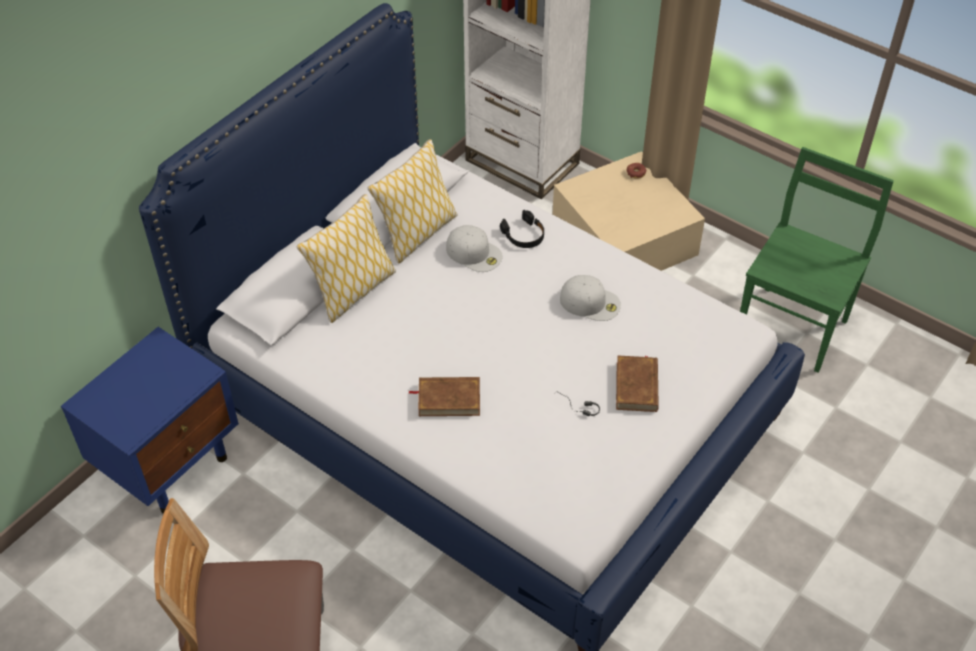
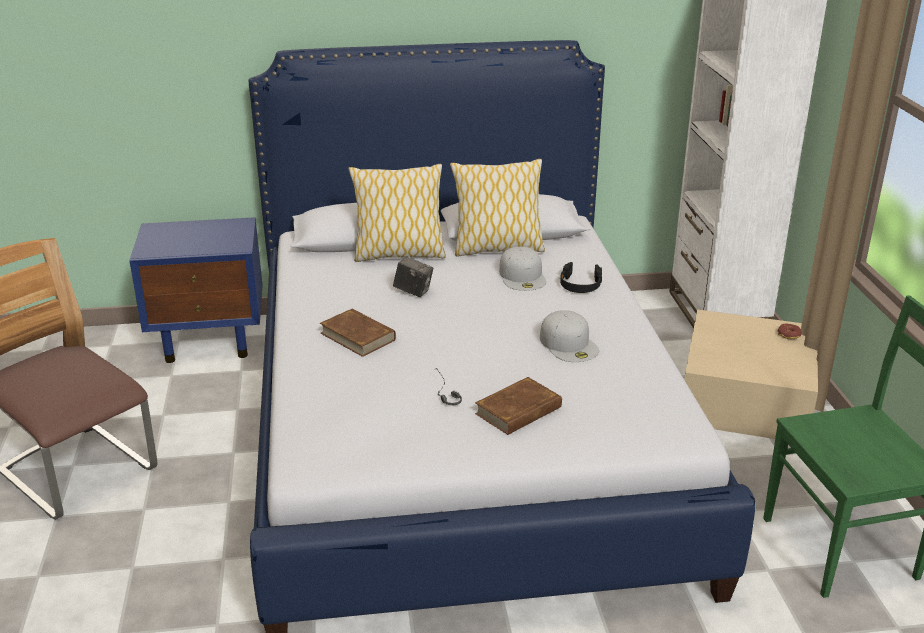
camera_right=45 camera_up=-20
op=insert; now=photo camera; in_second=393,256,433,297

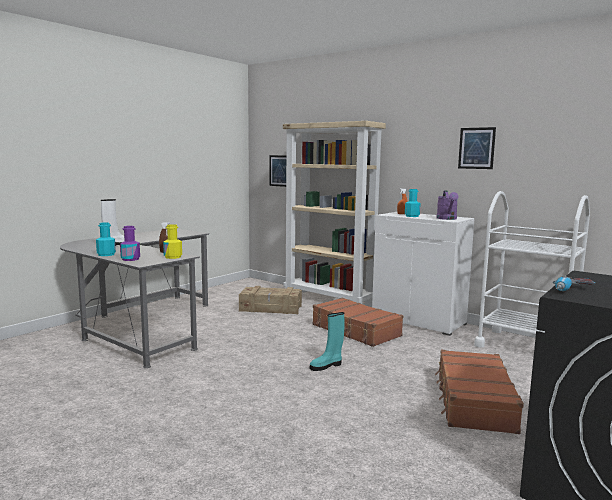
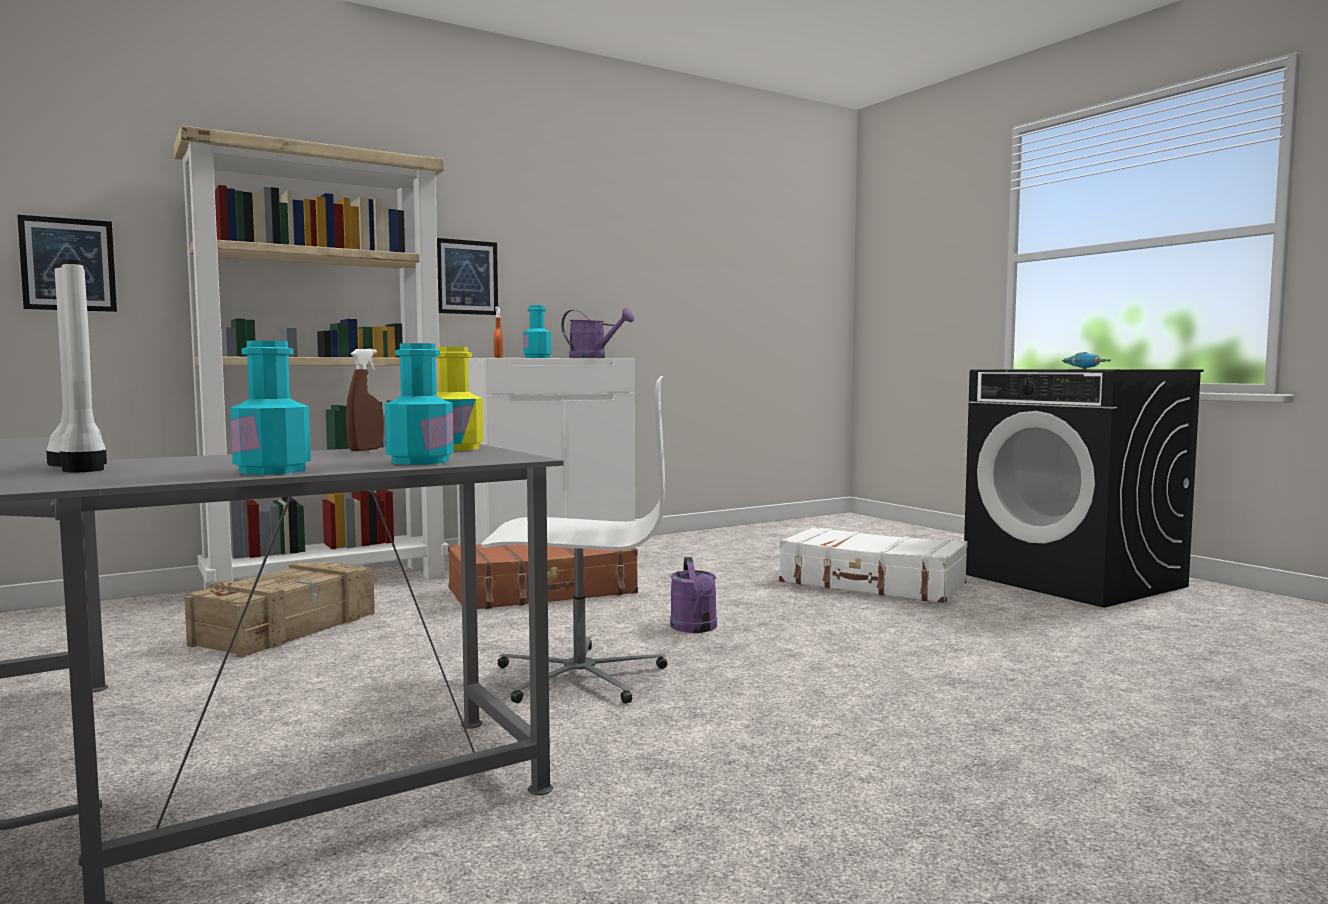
camera_right=-70 camera_up=-5
op=recolor; was=bottle/purple; now=bottle/turquoise; in_first=120,226,140,261; in_second=385,343,454,465
op=replace; was=boot/turquoise; now=watering can/purple; in_first=310,312,344,371; in_second=670,557,717,633
op=recolor; was=suitcase/brown; now=suitcase/white; in_first=435,350,524,434; in_second=779,527,967,603
op=move; was=picture; in_first=458,127,496,169; in_second=437,238,498,315
op=delete; was=cart/white; in_first=474,191,590,348
op=insert; now=office chair/white; in_second=481,376,667,704

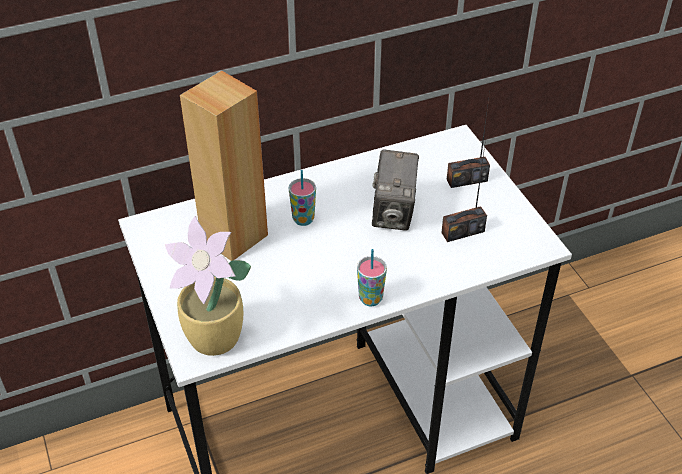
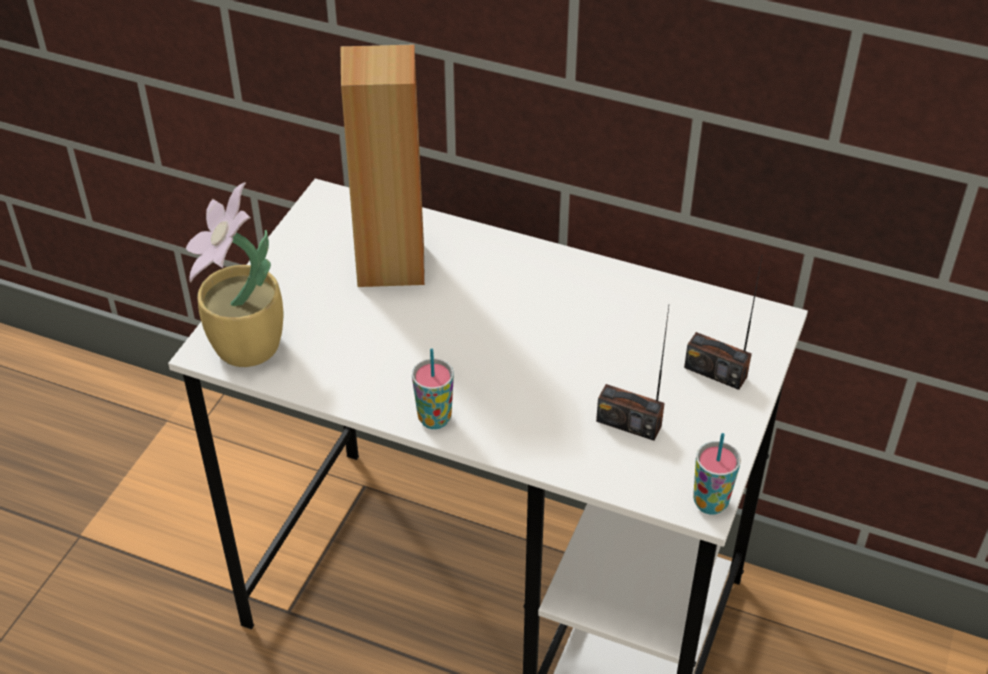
camera_right=45 camera_up=0
op=move; was=cup; in_first=289,170,316,226; in_second=693,433,741,515
op=delete; was=photo camera; in_first=372,150,419,230

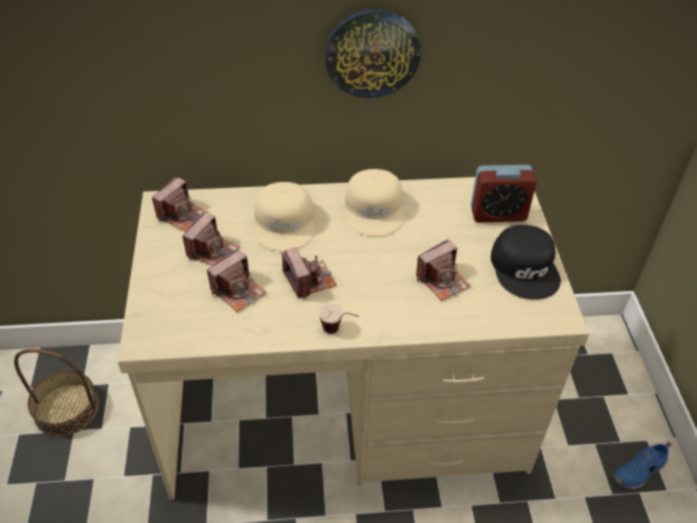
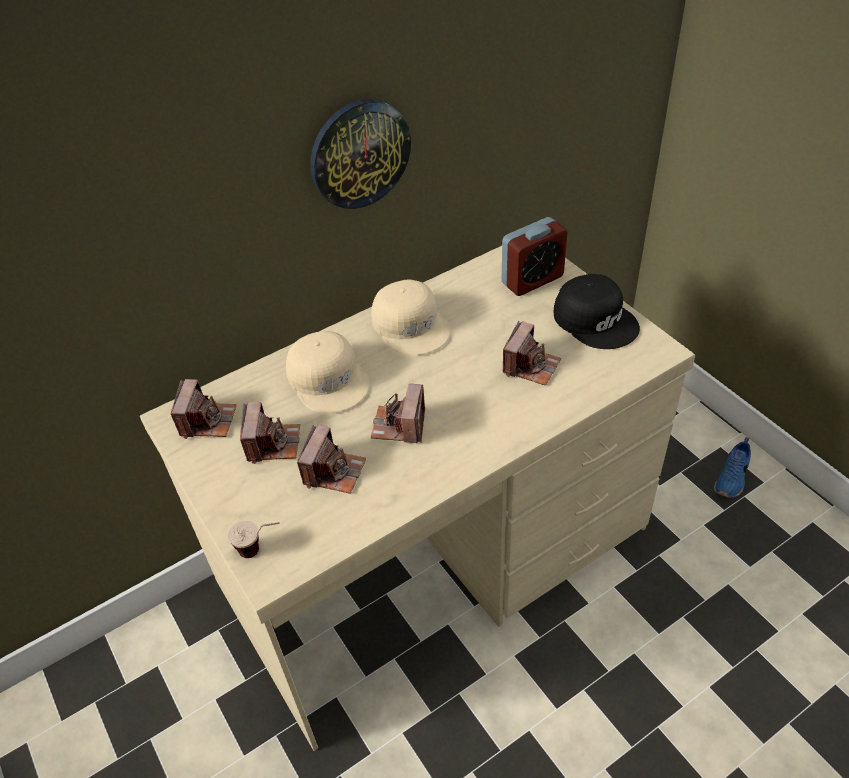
camera_right=-25 camera_up=0
op=delete; was=basket; in_first=14,349,99,437
op=rotate; was=photo camera; in_first=282,247,336,299; in_second=371,384,425,443; clockwise=-120
op=move; was=cup; in_first=319,304,359,334; in_second=228,521,280,558

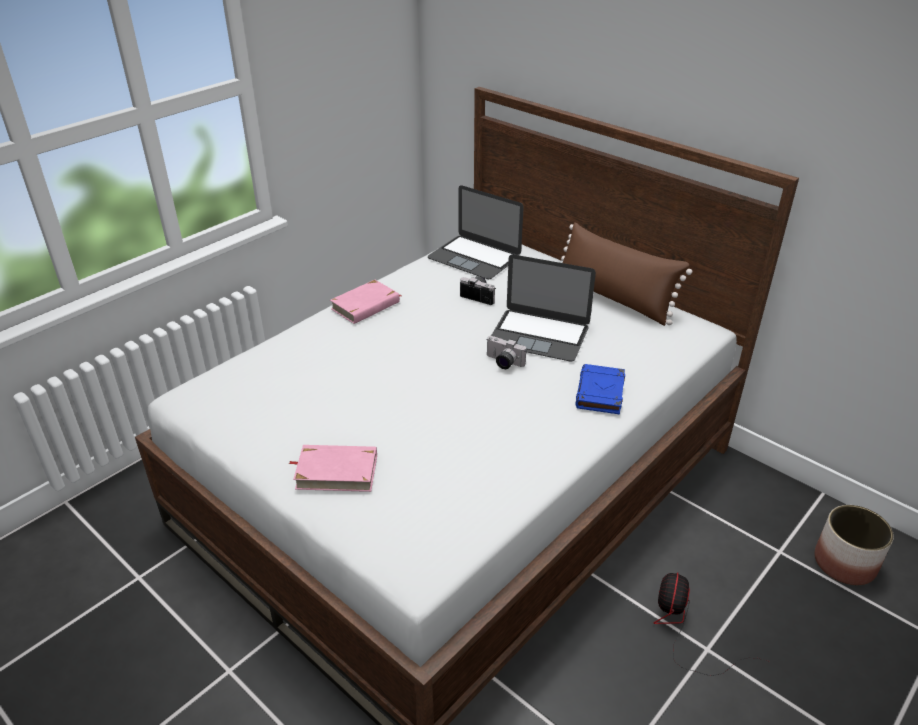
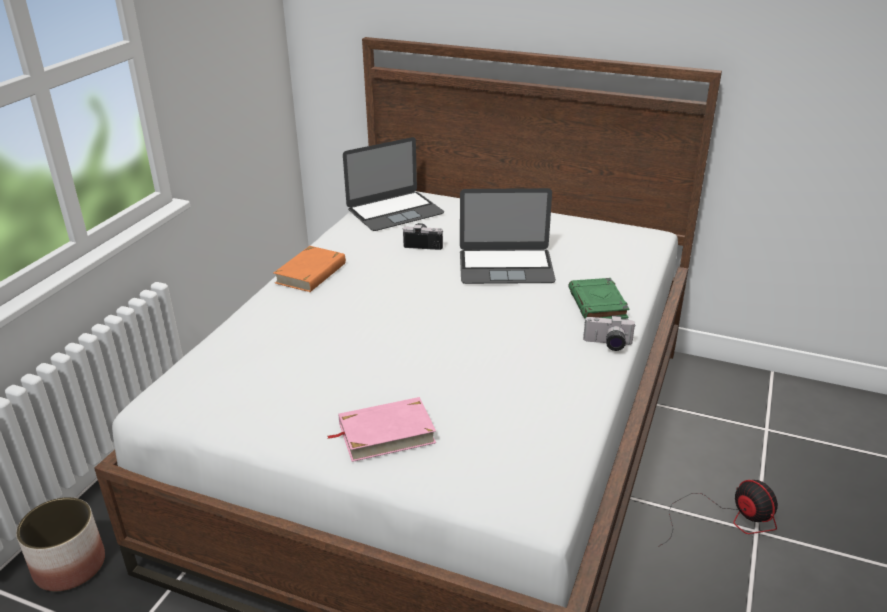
camera_right=-20 camera_up=-5
op=recolor; was=book/pink; now=book/orange; in_first=330,280,401,324; in_second=274,246,346,292
op=rotate; was=laptop; in_first=428,185,524,279; in_second=343,137,444,231; clockwise=-45
op=move; was=photo camera; in_first=487,336,526,369; in_second=583,315,635,351
op=delete; was=pillow/brown; in_first=561,222,692,326
op=recolor; was=book/blue; now=book/green; in_first=575,364,625,415; in_second=568,278,629,319
op=rotate; was=fan; in_first=653,572,767,676; in_second=658,480,778,547; clockwise=150
op=move; was=planter; in_first=814,505,894,585; in_second=16,497,105,591

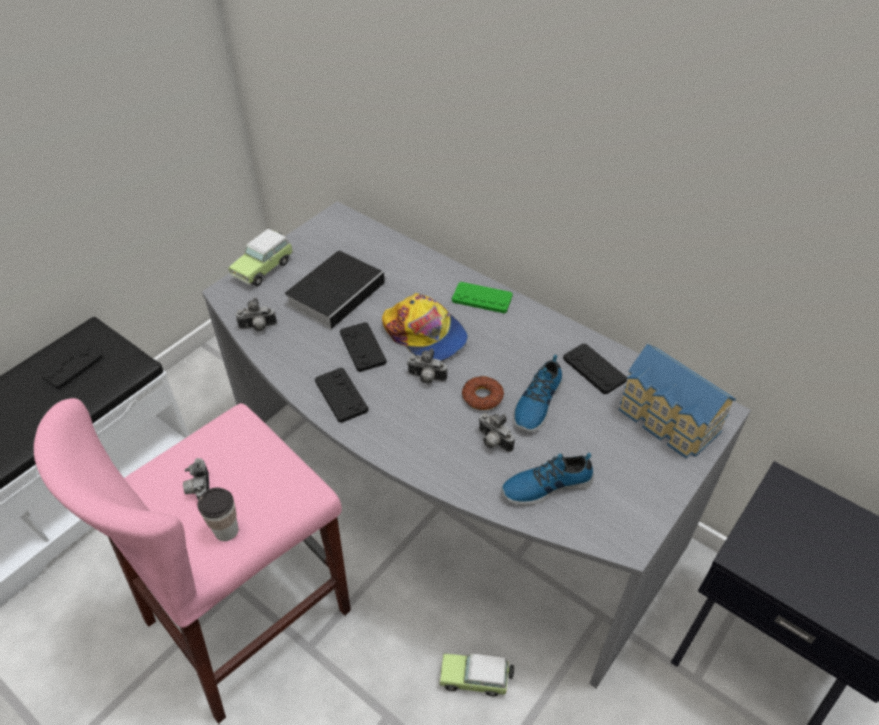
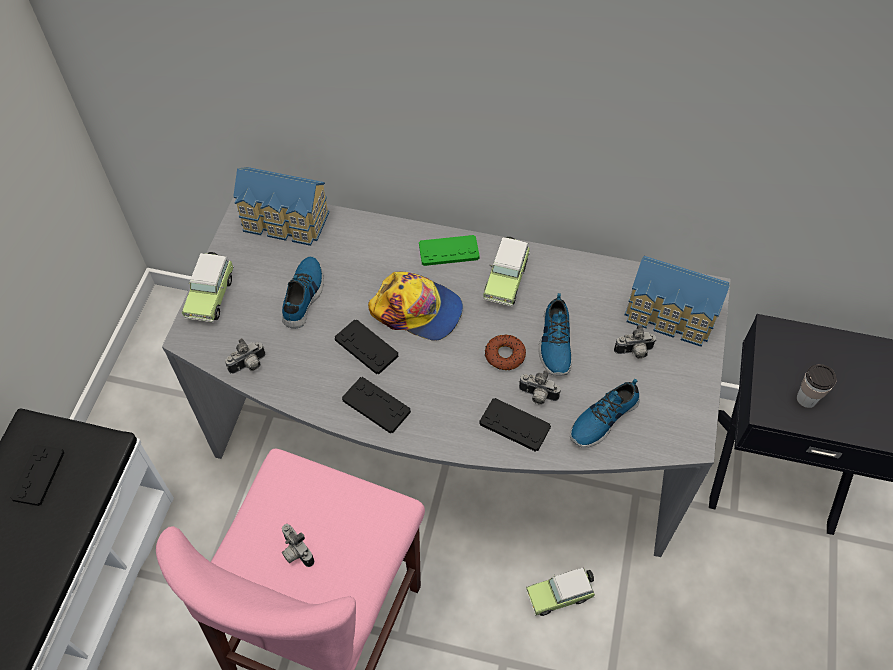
camera_right=-25 camera_up=10
op=move; was=cup; in_first=197,488,239,541; in_second=797,364,837,408
op=replace; was=book; now=shoe; in_first=285,251,391,329; in_second=282,256,324,329
op=move; was=photo camera; in_first=407,348,447,384; in_second=614,325,657,359
op=move; was=game controller/black; in_first=563,343,627,395; in_second=479,398,551,452
op=insert; now=toy house; in_second=233,167,329,246
op=insert; now=toy car; in_second=483,237,530,306

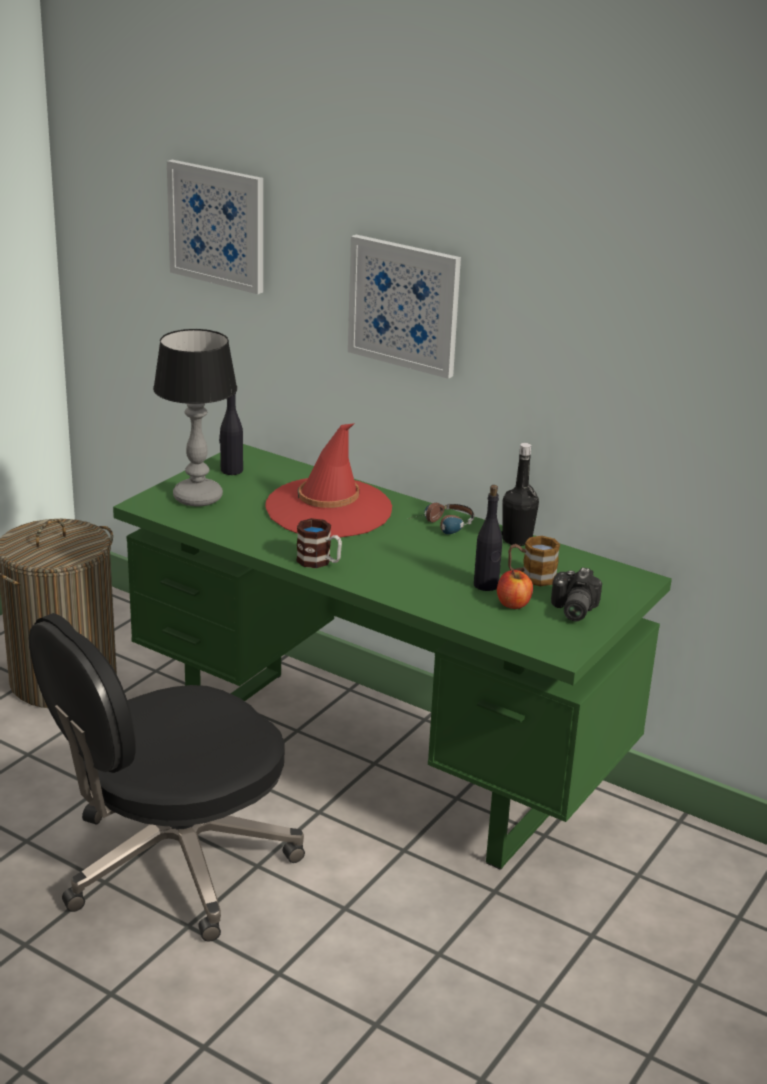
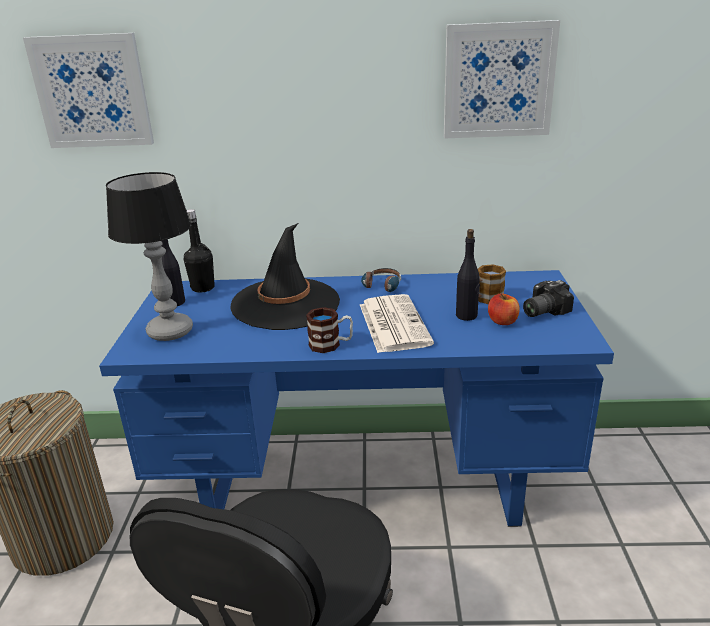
camera_right=-30 camera_up=0
op=recolor; was=desk/green; now=desk/blue; in_first=113,444,672,870; in_second=99,270,614,527
op=recolor; was=hat/red; now=hat/black; in_first=265,423,392,537; in_second=230,223,340,330
op=move; was=picture; in_first=348,235,461,379; in_second=444,20,560,138
op=move; was=bottle/black; in_first=502,443,539,546; in_second=184,209,215,293
op=rotate; was=photo camera; in_first=551,567,602,622; in_second=523,280,574,317; clockwise=75
op=insert; now=newspaper; in_second=360,294,434,353

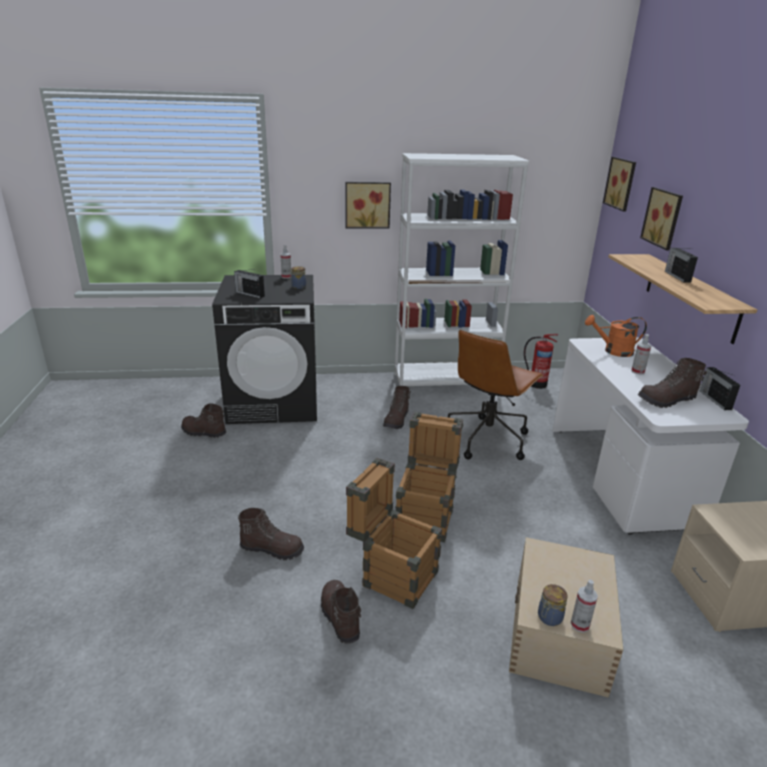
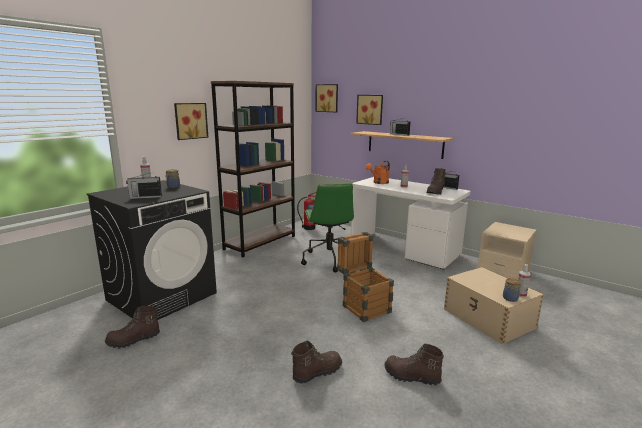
camera_right=-45 camera_up=-10
op=delete; was=crate; in_first=346,458,442,609
op=delete; was=boot/brown; in_first=383,386,411,429
op=recolor; was=bookcase/white; now=bookcase/brown; in_first=394,153,529,386; in_second=211,81,295,257
op=recolor; was=office chair/brown; now=office chair/green; in_first=448,330,544,460; in_second=301,183,354,273

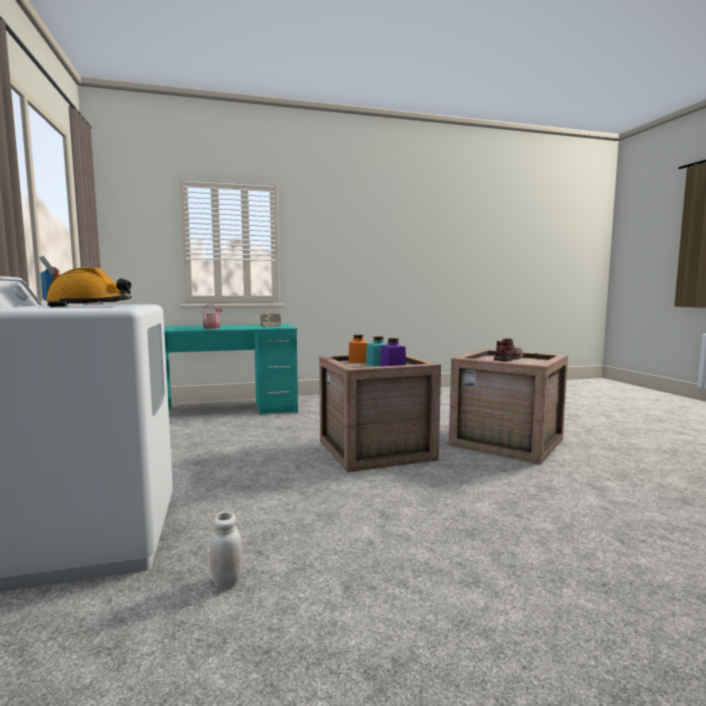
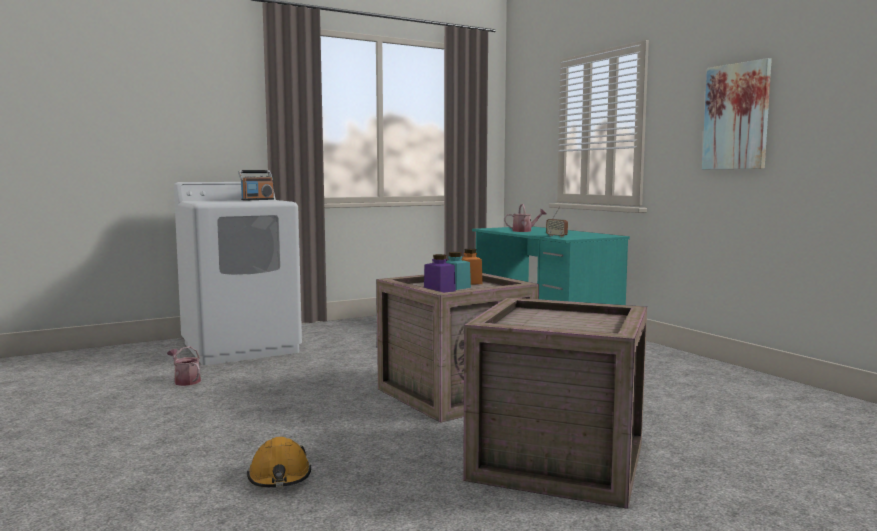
camera_right=75 camera_up=0
op=move; was=hard hat/orange; in_first=46,267,131,307; in_second=247,437,311,487
op=replace; was=jar/white; now=watering can; in_first=210,511,243,589; in_second=167,346,201,386
op=delete; was=boot/brown; in_first=494,338,523,362
op=insert; now=picture; in_second=702,58,772,169

